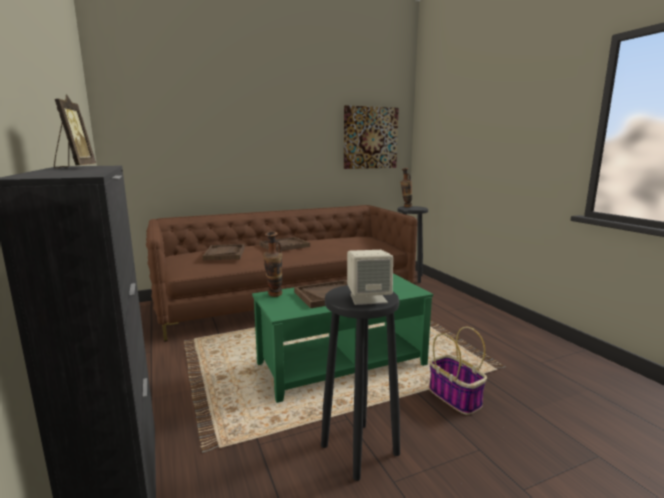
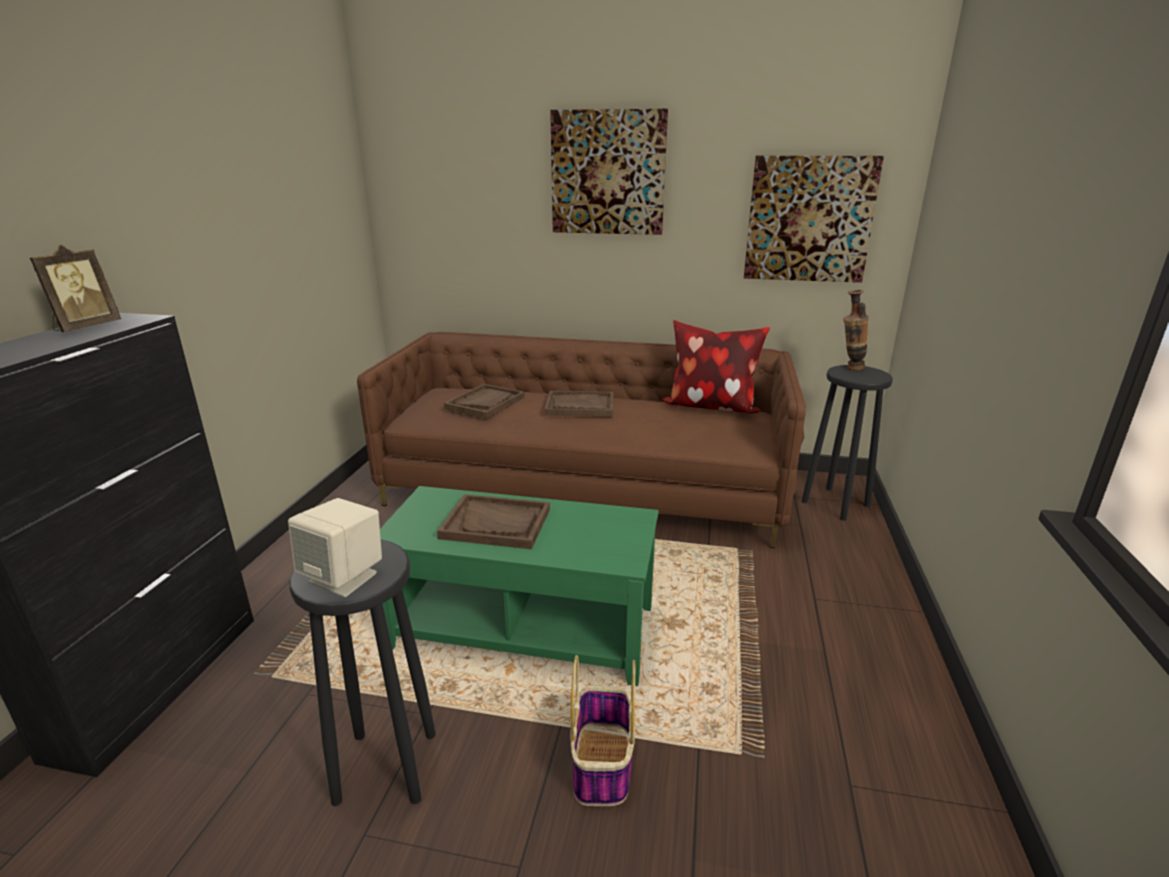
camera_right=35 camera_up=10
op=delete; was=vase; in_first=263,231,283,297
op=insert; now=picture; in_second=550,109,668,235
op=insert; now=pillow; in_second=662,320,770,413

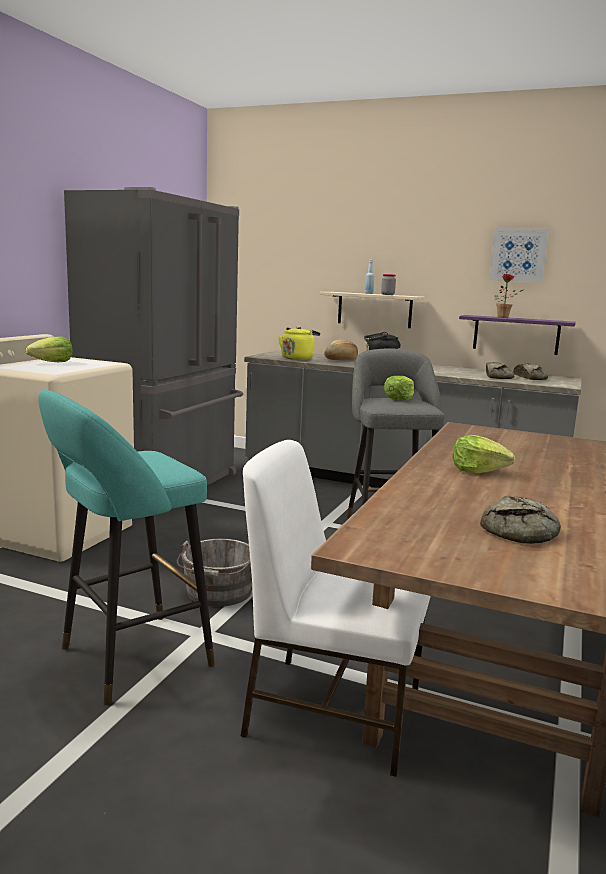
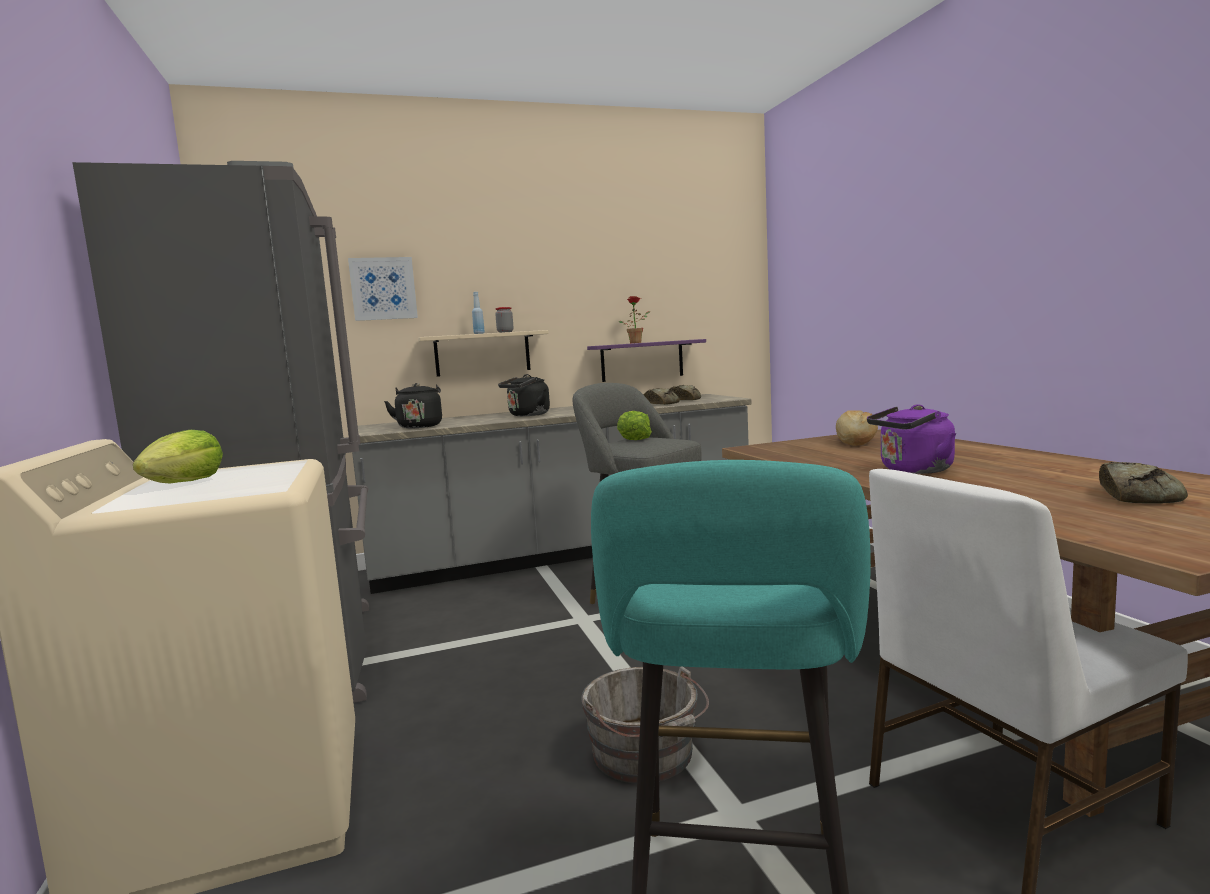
camera_right=-40 camera_up=-5
op=recolor; was=kettle/yellow; now=kettle/black; in_first=278,326,320,360; in_second=384,383,442,428
op=move; was=bread; in_first=324,339,358,360; in_second=836,410,878,446
op=replace; was=lettuce; now=kettle/purple; in_first=453,435,515,473; in_second=867,404,956,474
op=move; was=picture; in_first=490,228,549,282; in_second=348,257,418,321

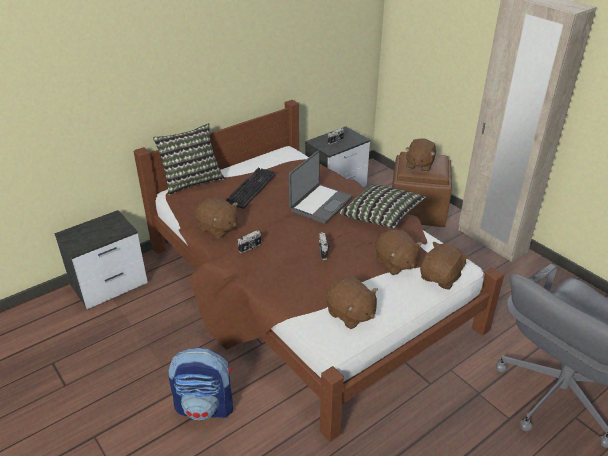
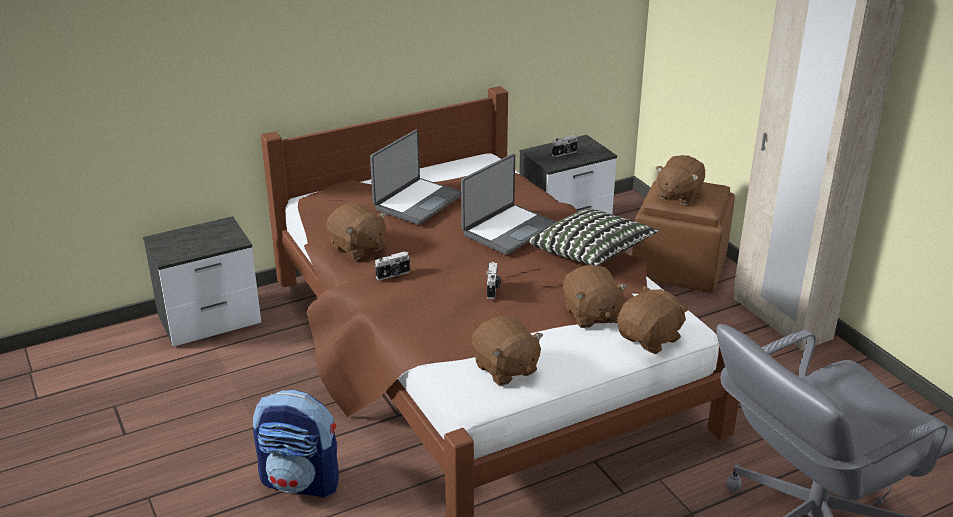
camera_right=10 camera_up=-5
op=delete; was=pillow; in_first=153,123,225,195
op=replace; was=keyboard; now=laptop; in_first=226,168,275,209; in_second=370,129,461,225

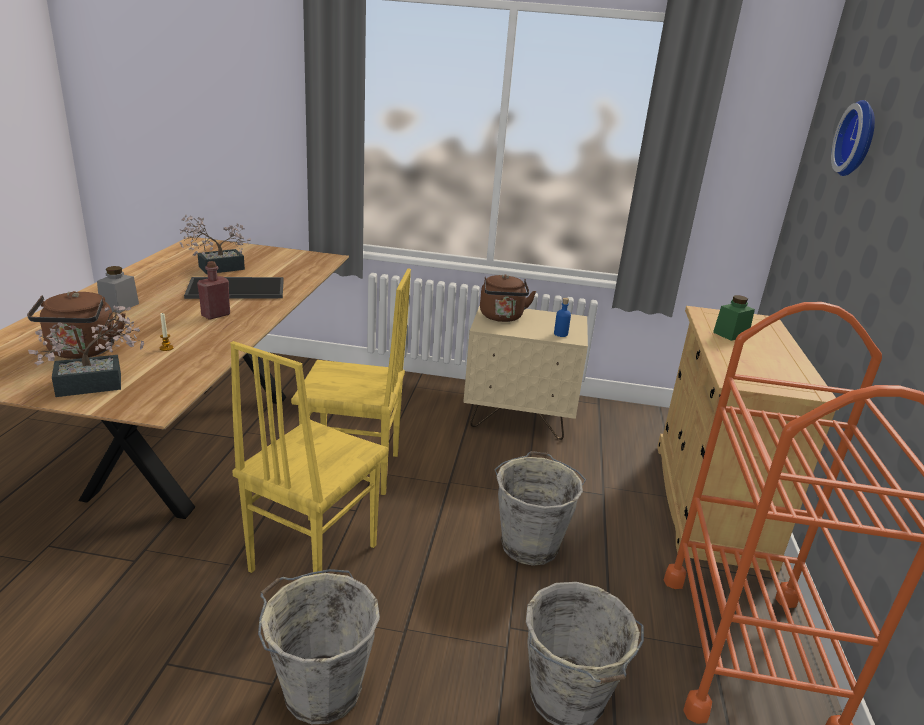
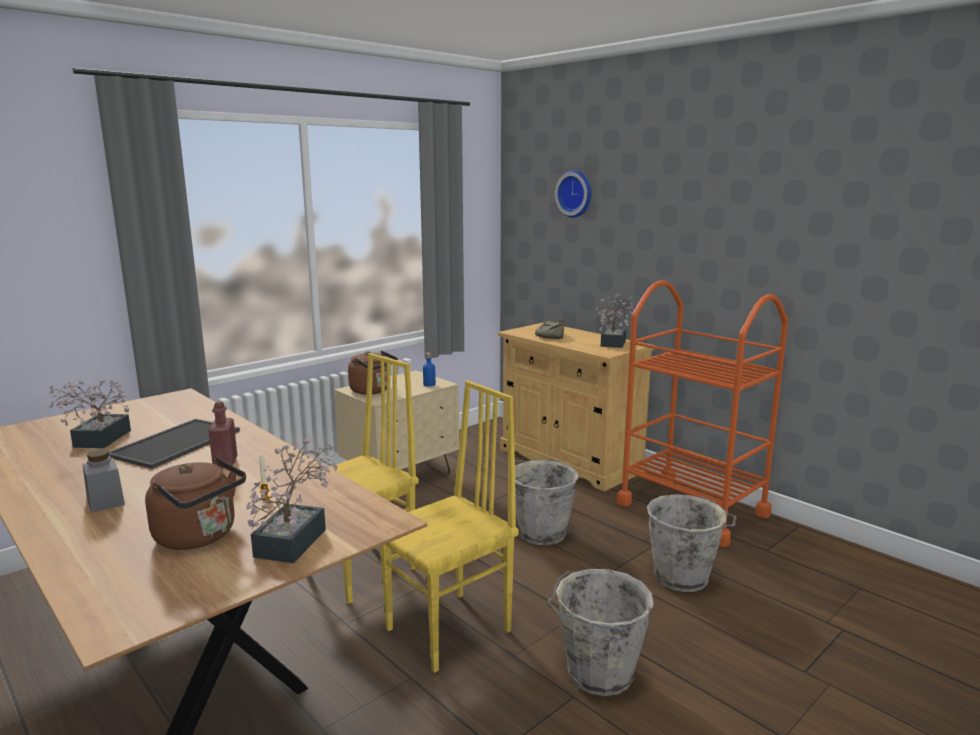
camera_right=-50 camera_up=-10
op=rotate; was=chair/yellow; in_first=230,341,389,575; in_second=380,381,519,673; clockwise=-105
op=replace; was=jar/green; now=bread; in_first=713,295,755,341; in_second=535,321,564,339
op=insert; now=potted plant; in_second=596,293,634,348

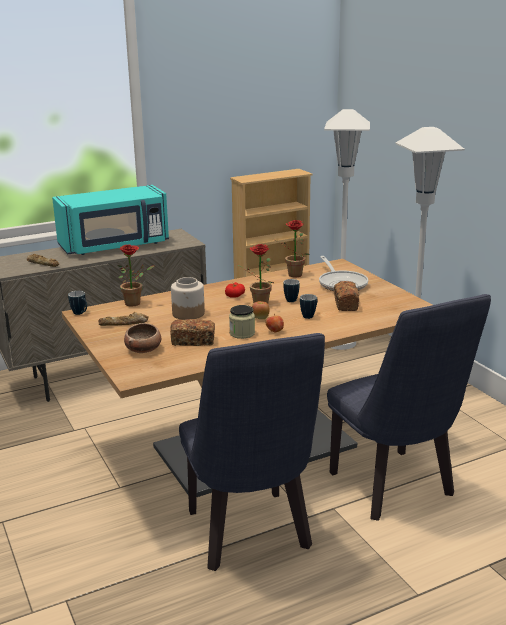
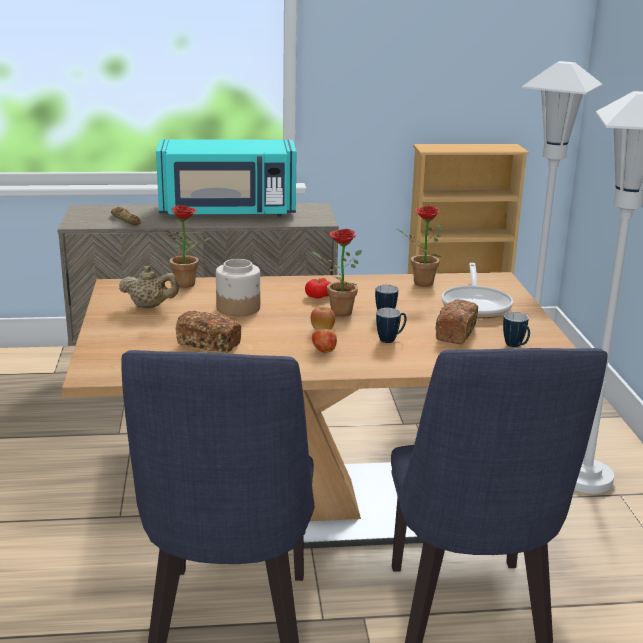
camera_right=20 camera_up=0
op=move; was=mug; in_first=68,291,87,315; in_second=503,312,530,347
op=replace; was=bread; now=teapot/beige; in_first=98,312,149,326; in_second=119,266,179,308
op=delete; was=bowl; in_first=124,323,161,353
op=delete; was=jar; in_first=229,305,255,339

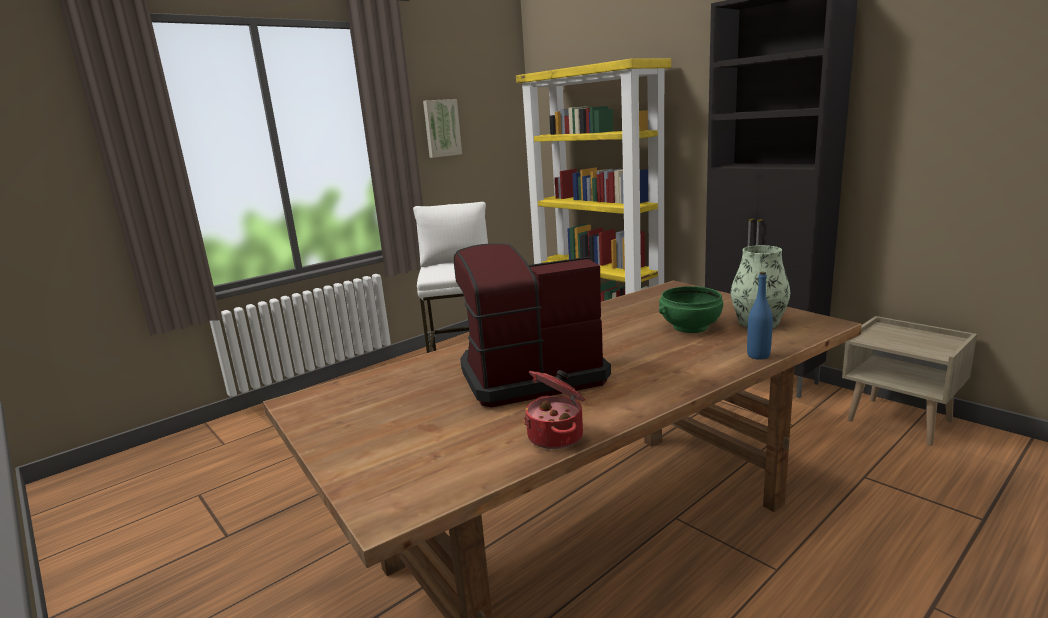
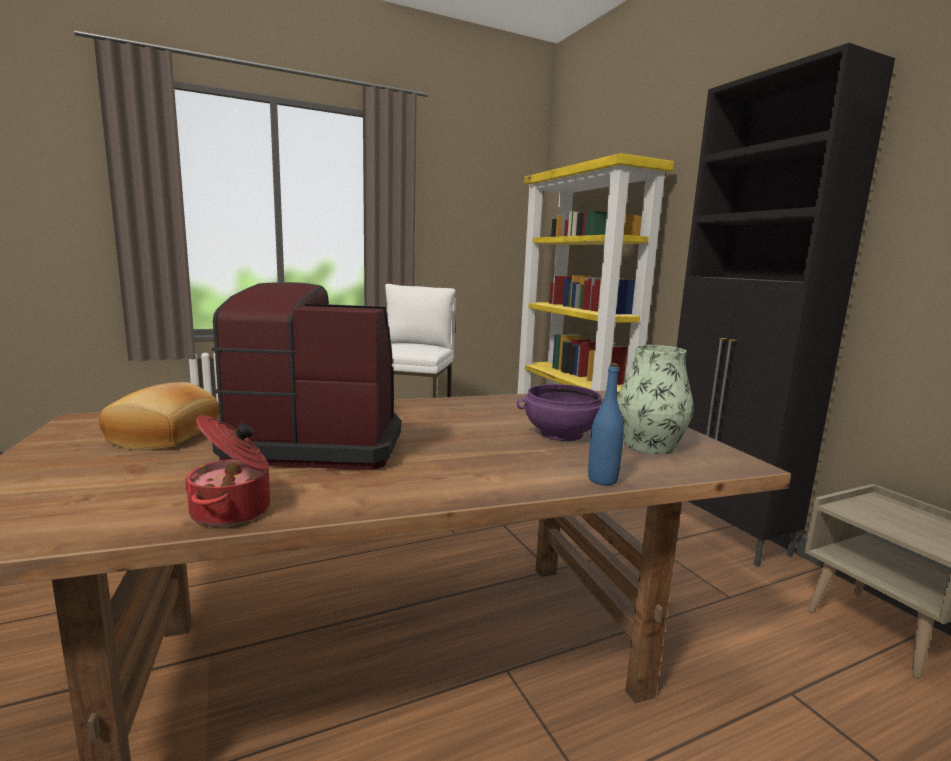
camera_right=15 camera_up=-5
op=delete; was=picture; in_first=423,99,462,158
op=recolor; was=bowl/green; now=bowl/purple; in_first=659,286,723,333; in_second=517,384,604,441
op=insert; now=bread; in_second=99,382,219,450

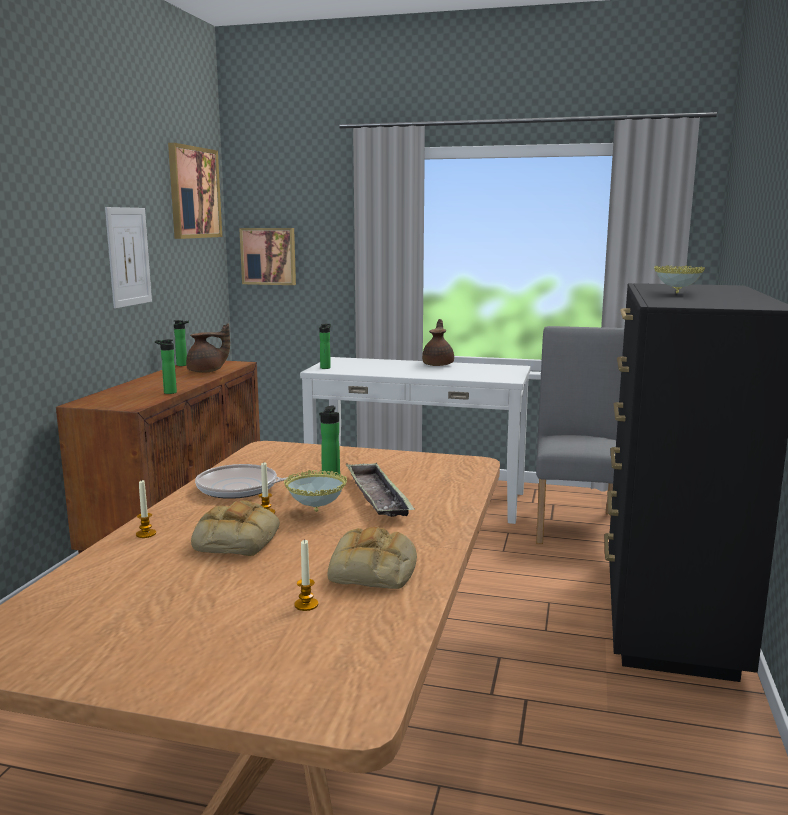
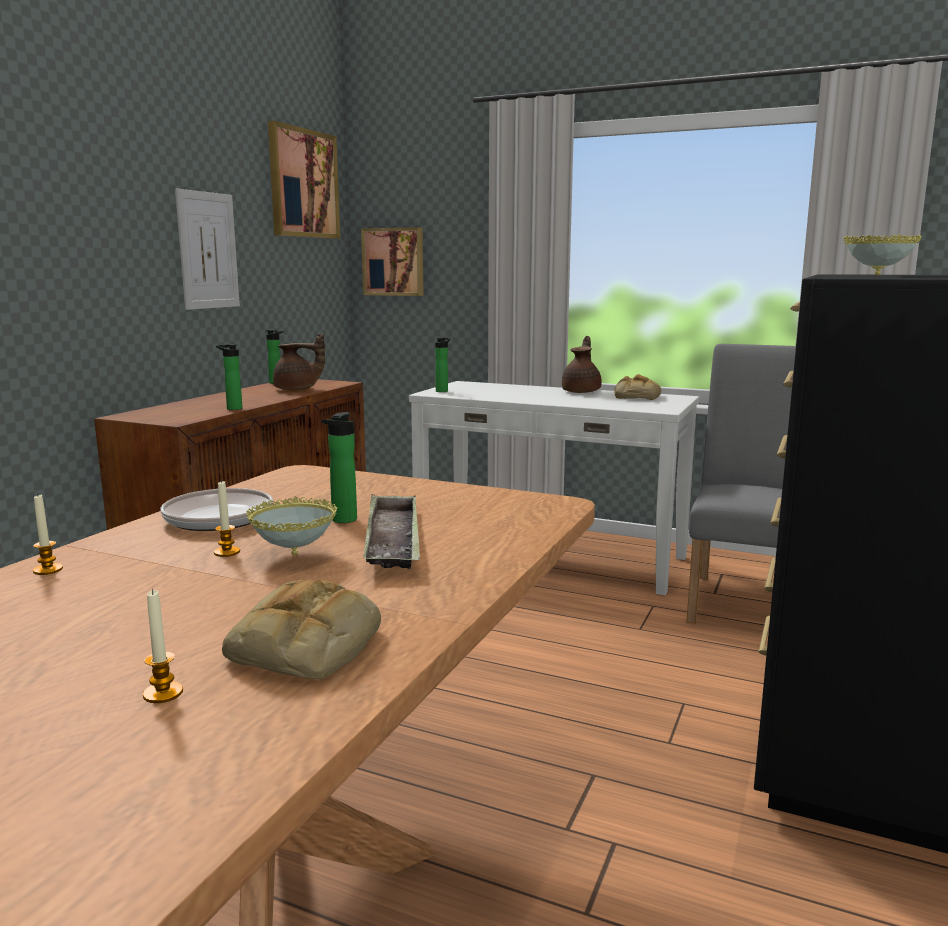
camera_right=10 camera_up=0
op=move; was=bread; in_first=191,500,280,556; in_second=614,374,661,400

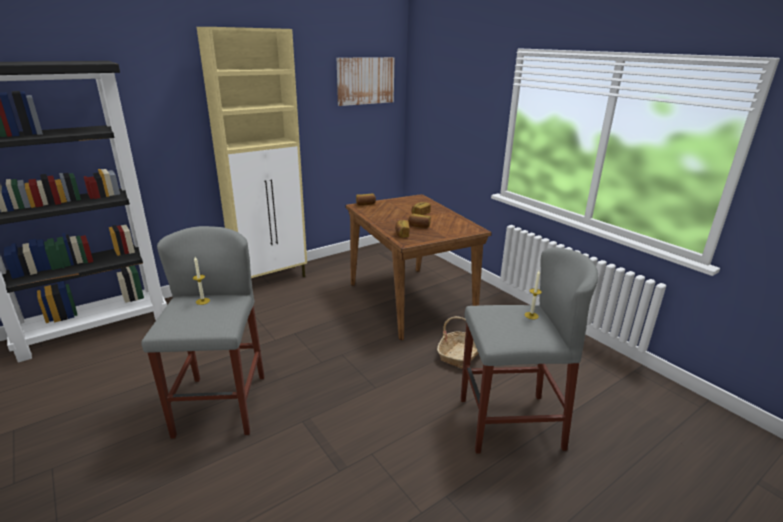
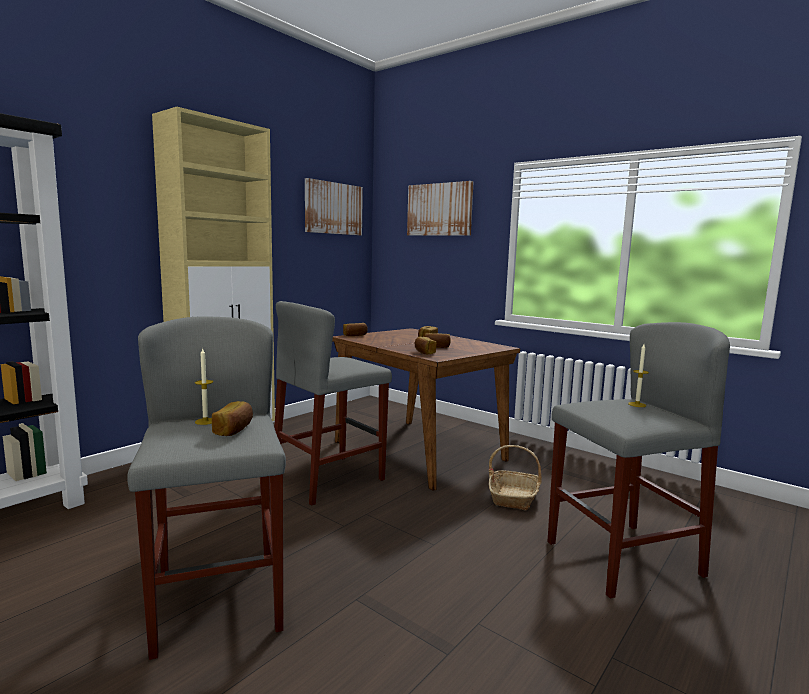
camera_right=-15 camera_up=-15
op=insert; now=bread; in_second=212,401,253,436
op=insert; now=stool/grey; in_second=274,301,392,506
op=insert; now=picture; in_second=407,181,474,236

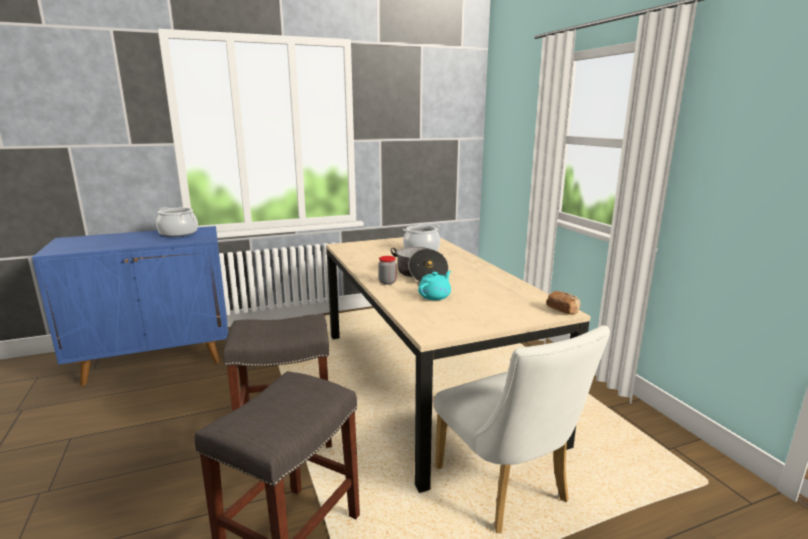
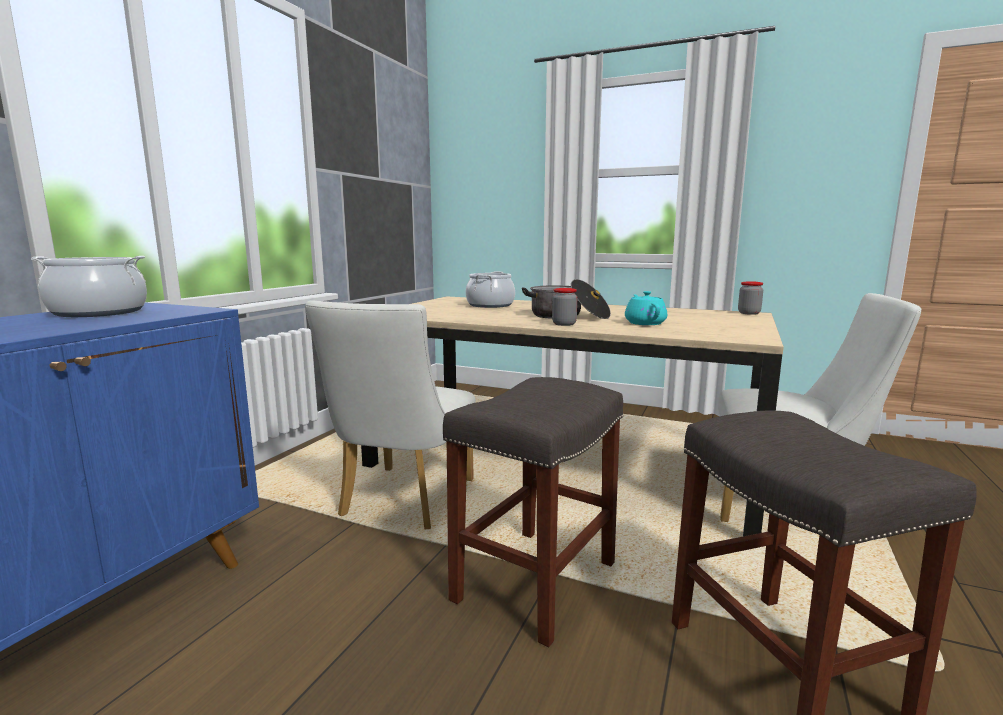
camera_right=-45 camera_up=-5
op=replace; was=bread; now=jar; in_first=546,291,581,315; in_second=738,281,763,315
op=insert; now=chair/white; in_second=305,300,476,529

